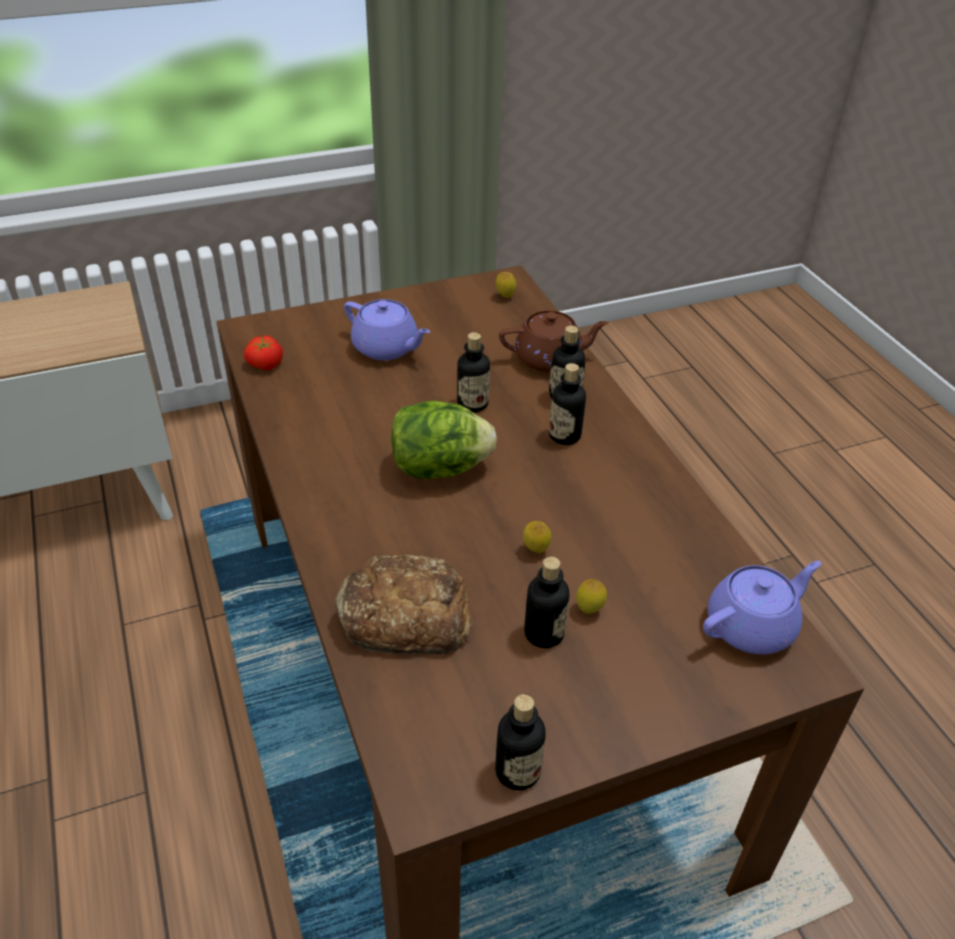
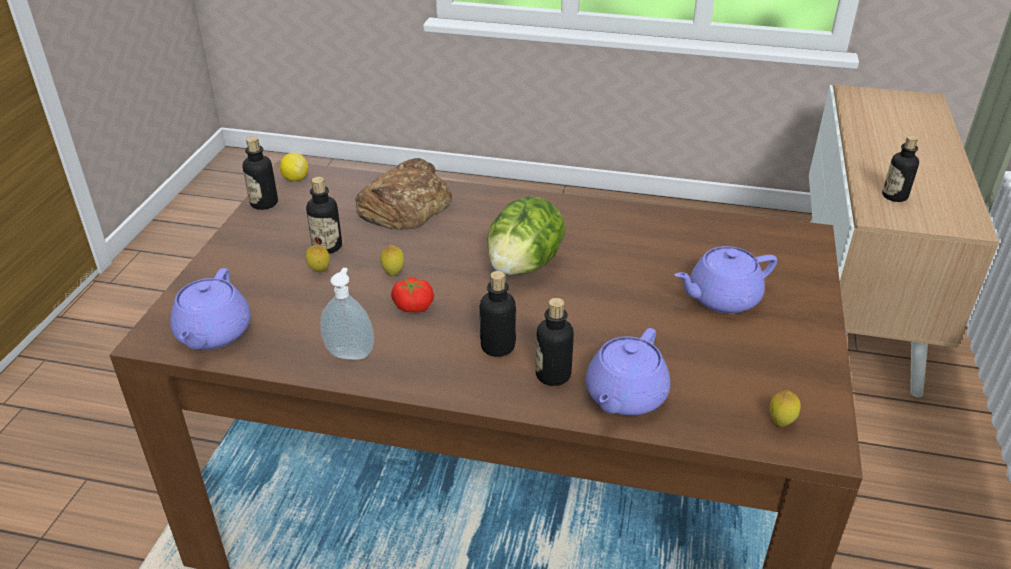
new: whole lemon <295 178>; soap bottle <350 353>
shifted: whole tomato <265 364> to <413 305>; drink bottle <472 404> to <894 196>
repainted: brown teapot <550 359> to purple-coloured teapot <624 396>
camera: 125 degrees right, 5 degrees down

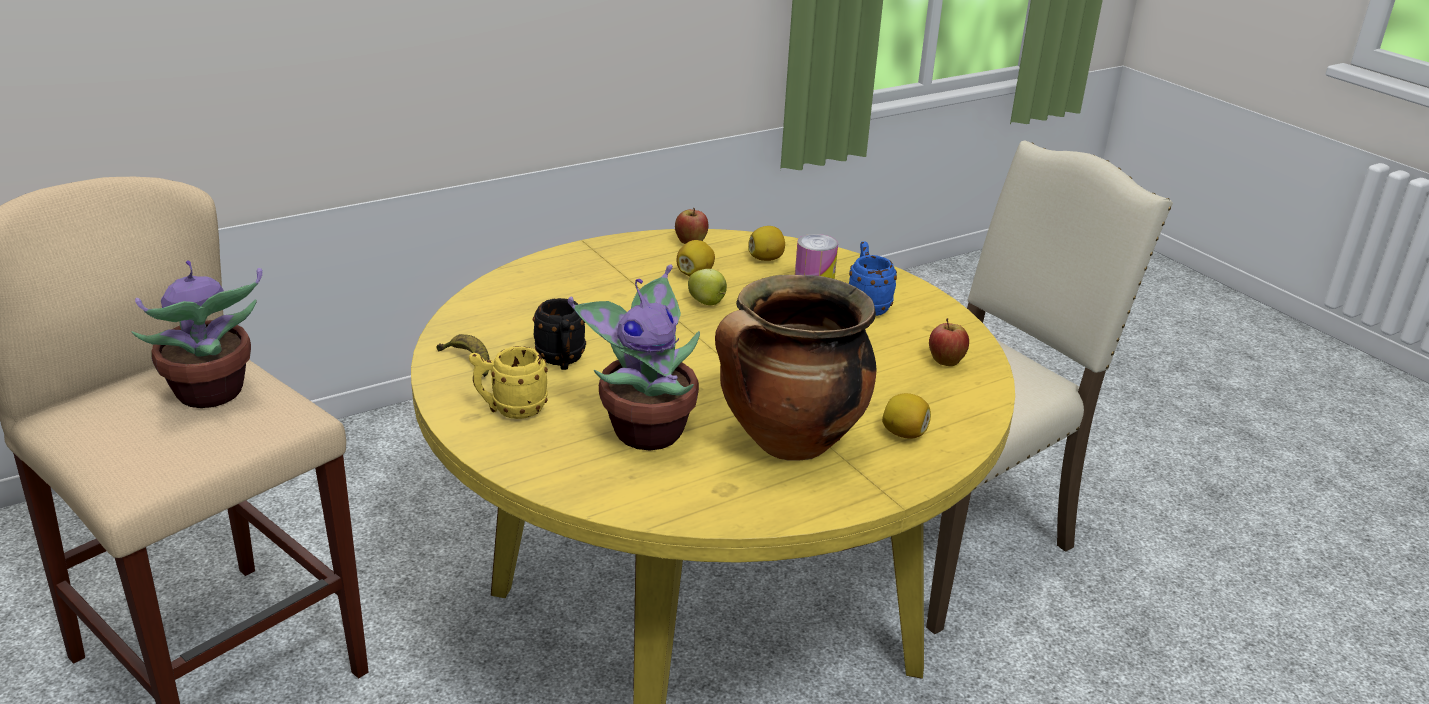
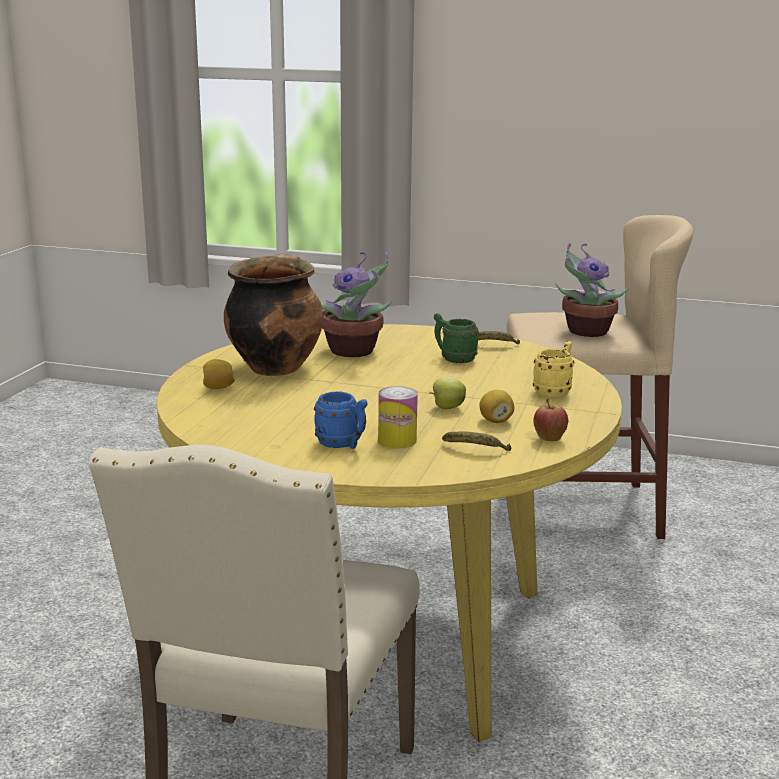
gone: apple <945 363>
shifted: yellow-coloured mug <510 409> to <555 392>
swapped: whole lemon <766 258> to banana fruit <475 450>
repainted: black mug <562 361> to greenish mug <453 359>
camera: 140 degrees right, 10 degrees down

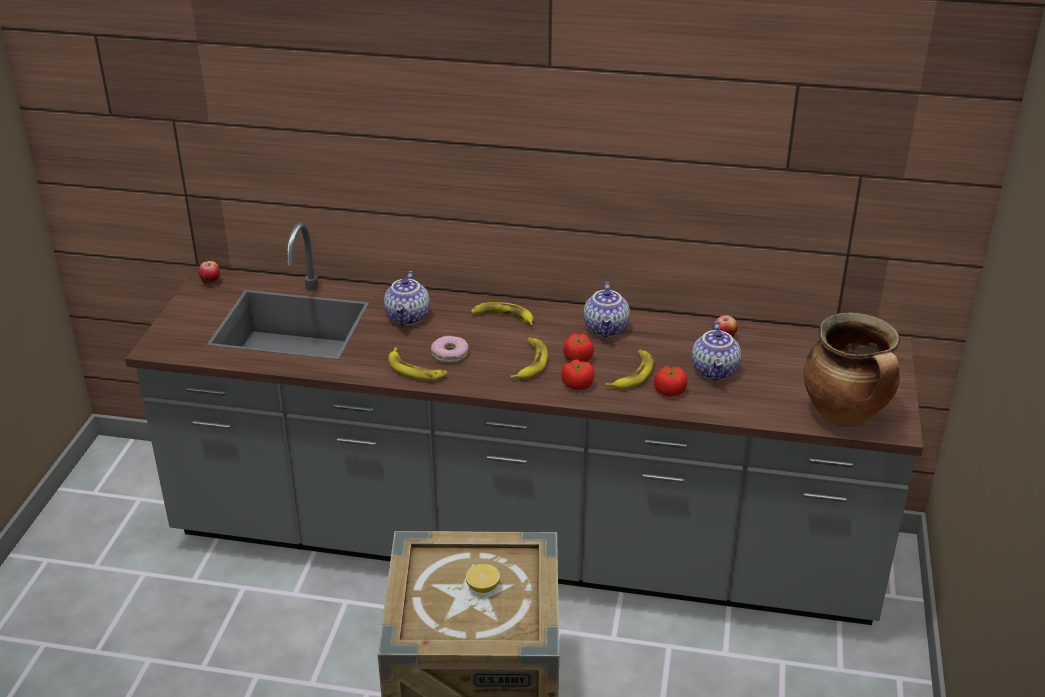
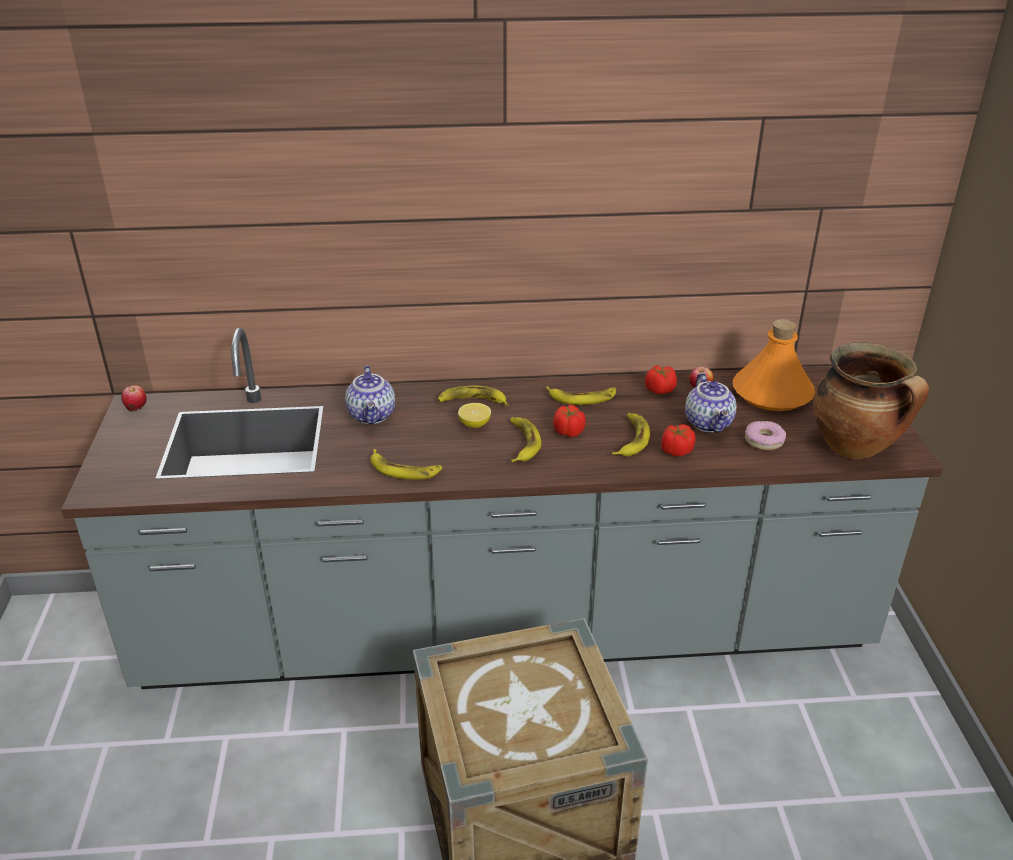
new: orange drink bottle <771 394>
shifted: whole lemon <483 587> to <474 424>; whole tomato <577 385> to <659 390>; ring doughnut <450 354> to <764 440>
swapped: teapot <607 329> to banana fruit <582 398>
camera: 15 degrees left, 0 degrees up

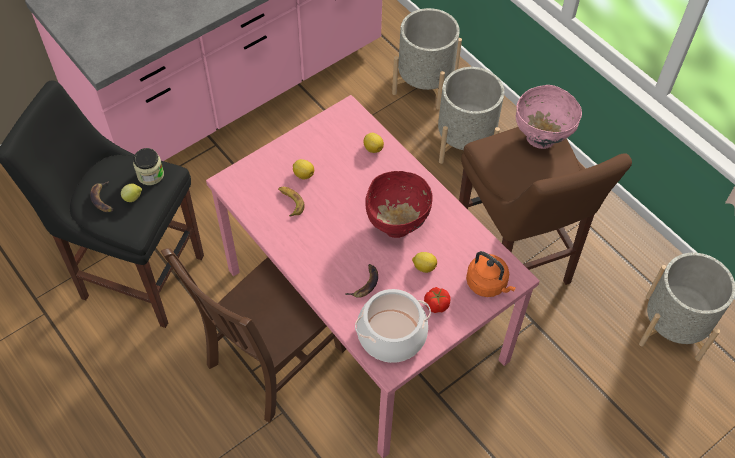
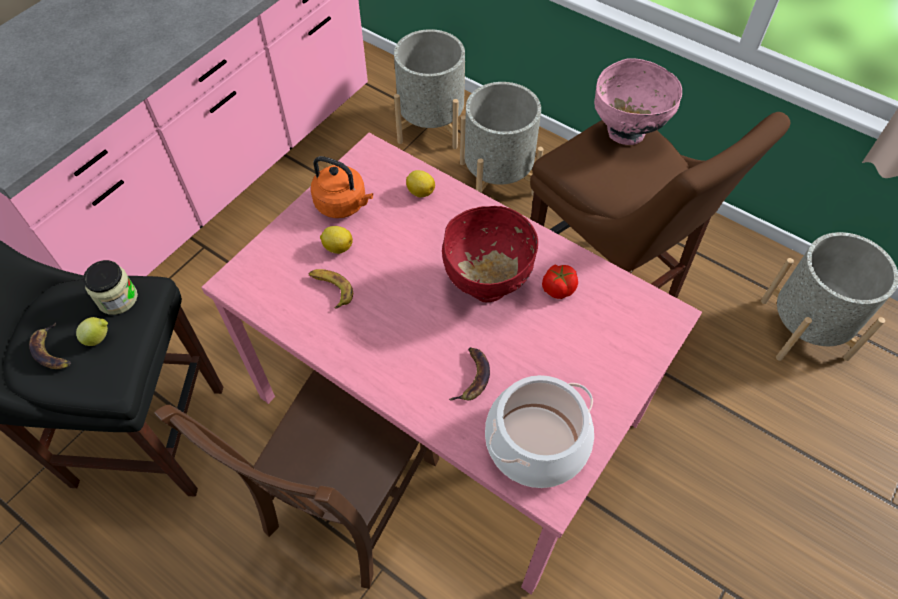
gone: whole lemon <424 266>
shifted: orange tea kettle <488 284> to <343 204>; whole tomato <436 304> to <558 289>
camera: 15 degrees left, 0 degrees up

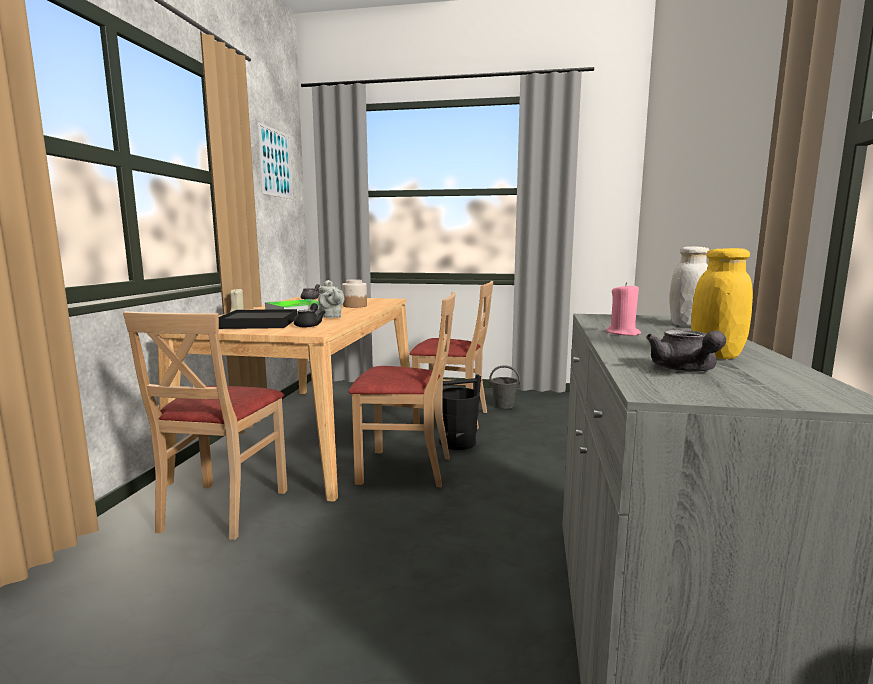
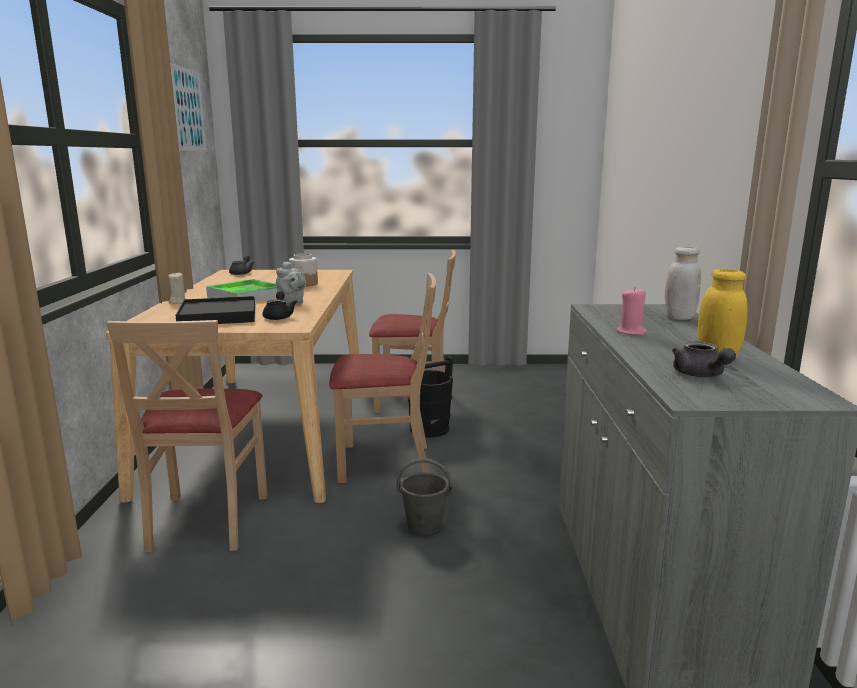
shifted: gray pail <504 405> to <425 525>
camera: 10 degrees left, 5 degrees up

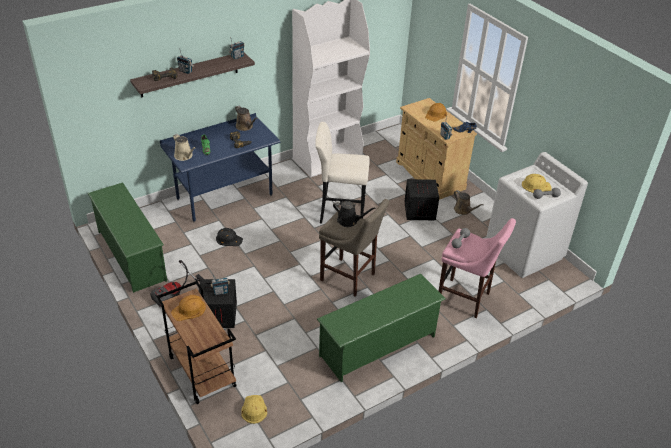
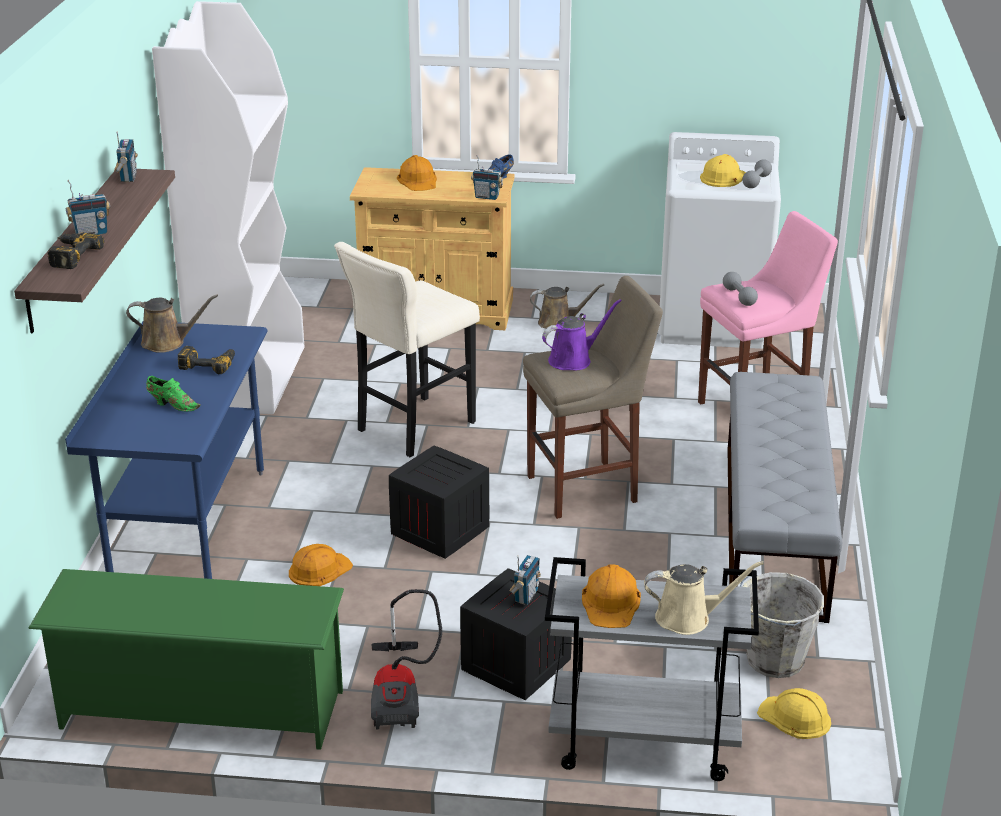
new: gray pail <772 660>
shifted: crate <419 210> to <438 531>; beige-coloured sprinkling can <184 156> to <688 618>
swapped: greenish shoe stand <378 346> to gray long seat <774 530>
repainted: black work helmet <228 239> to orange work helmet <319 569>; black sprinkling can <349 221> to purple-coloured sprinkling can <573 360>; brown wheeled cart <201 371> to gray wheeled cart <642 743>
camera: 50 degrees left, 10 degrees down

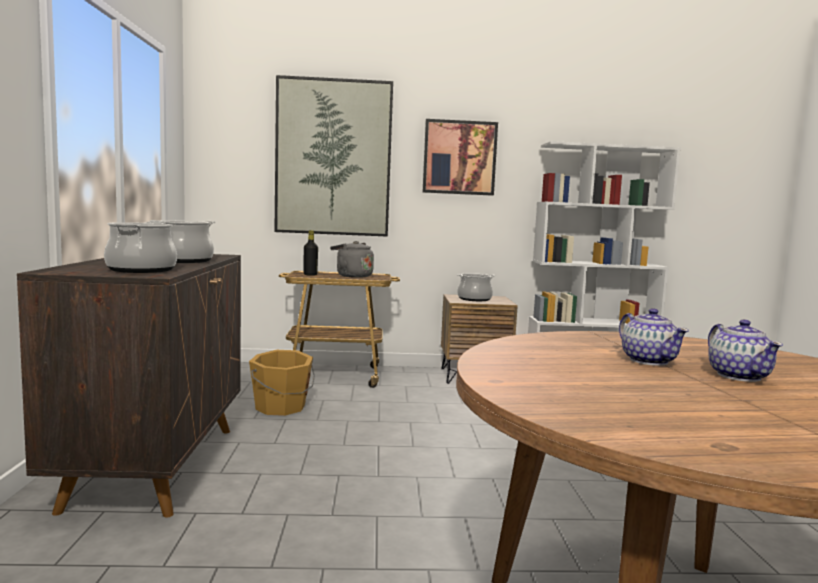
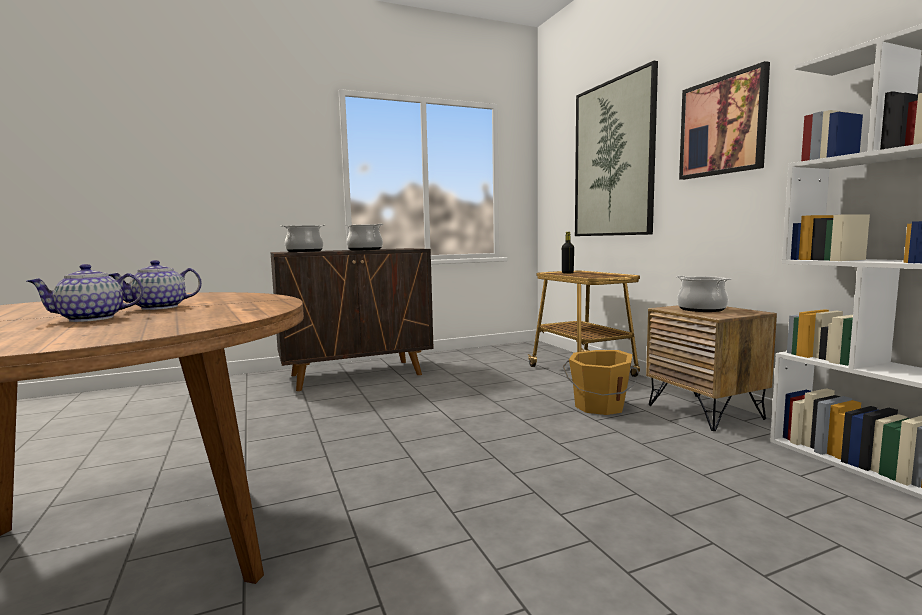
gone: gray tea kettle <352 276>
shifted: orange pail <281 407> to <599 406>
camera: 70 degrees right, 0 degrees up

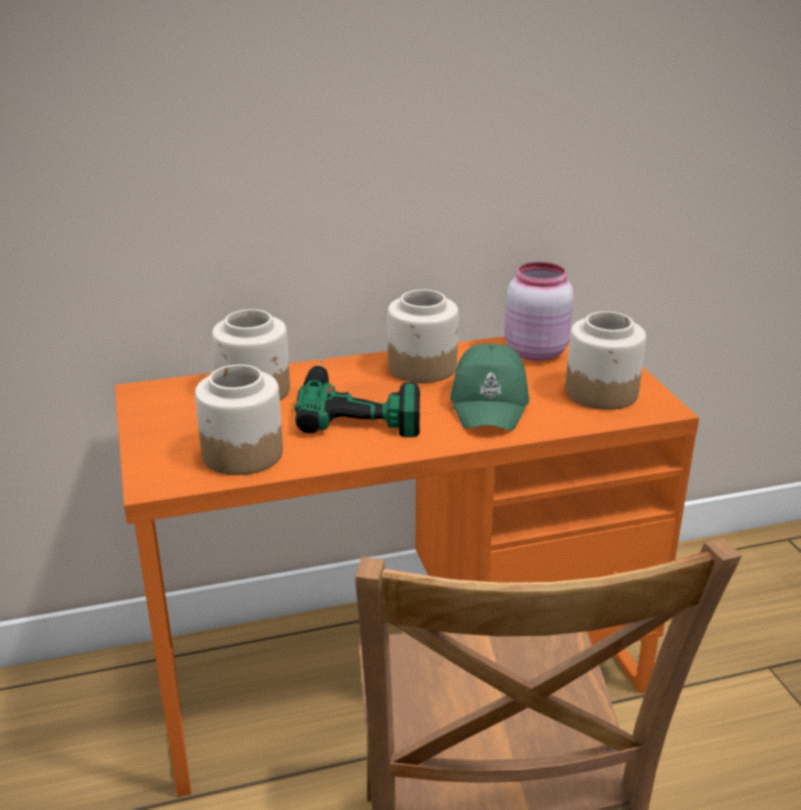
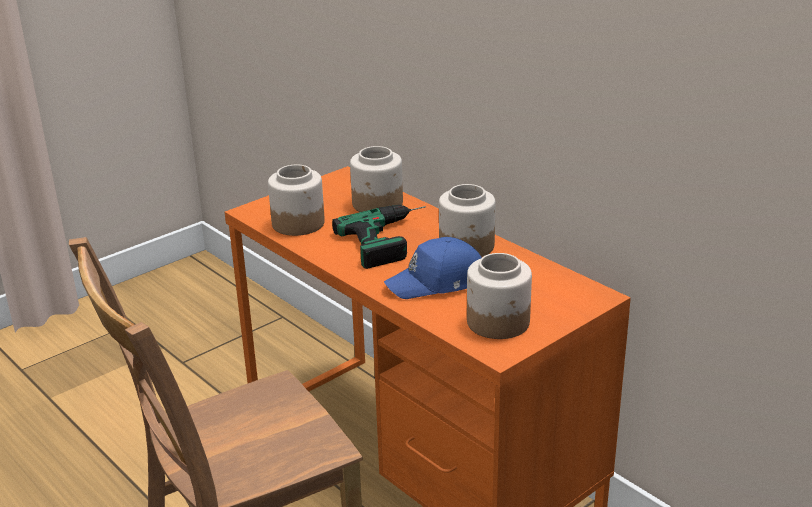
gone: pink jar <534 351>
repainted: greenish baseball cap <490 402> to blue-coloured baseball cap <437 282>
camera: 65 degrees right, 0 degrees up

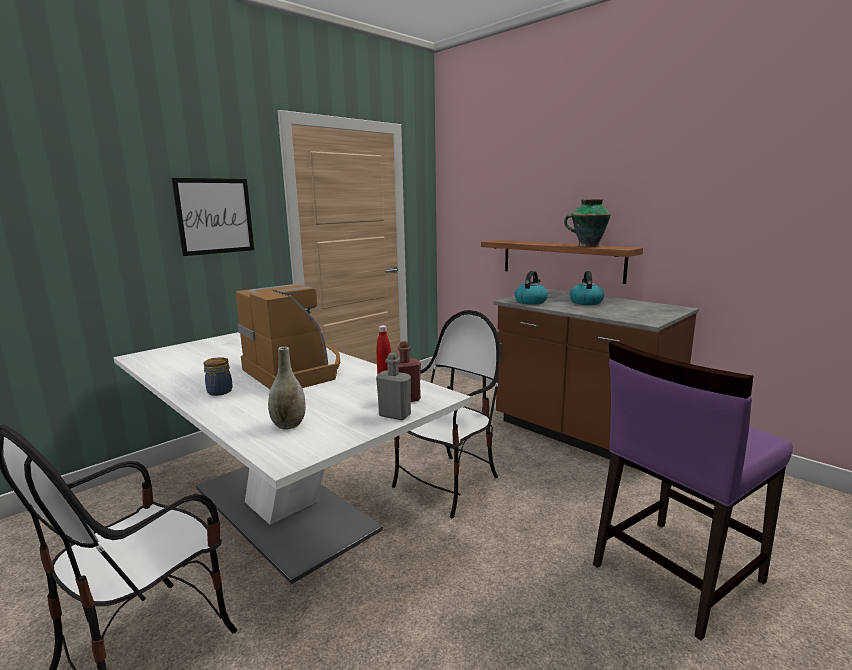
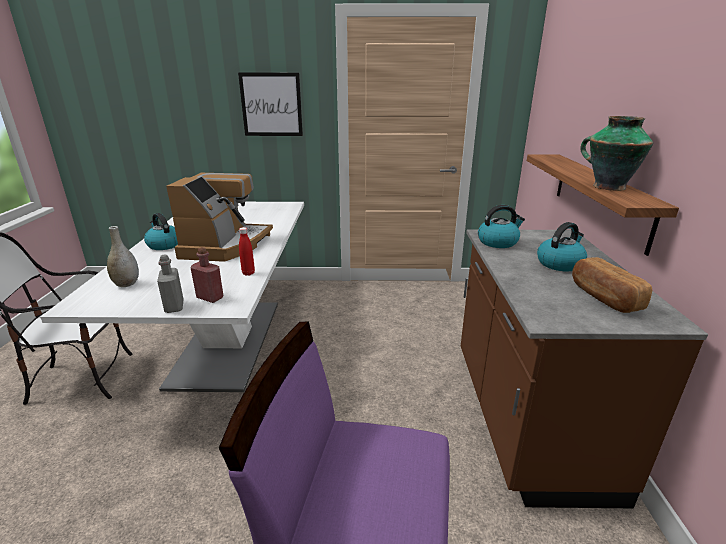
gone: chair <447 484>
new: bakery bread <603 297>
swapped: jar <219 392> to tea kettle <164 245>
camera: 45 degrees right, 10 degrees up

